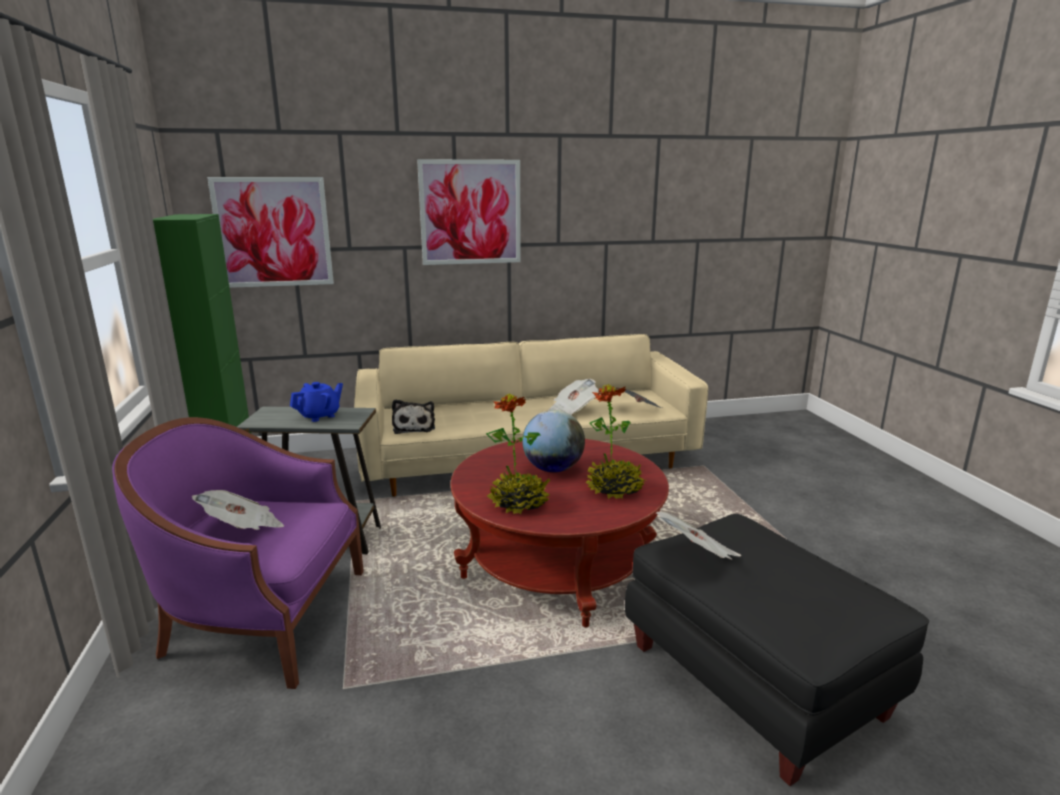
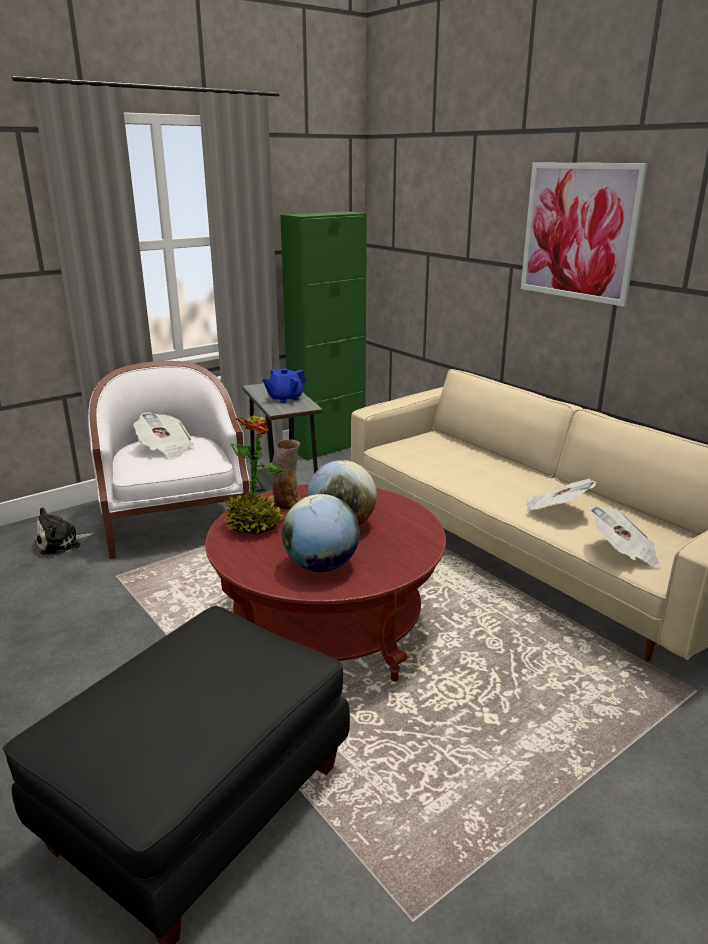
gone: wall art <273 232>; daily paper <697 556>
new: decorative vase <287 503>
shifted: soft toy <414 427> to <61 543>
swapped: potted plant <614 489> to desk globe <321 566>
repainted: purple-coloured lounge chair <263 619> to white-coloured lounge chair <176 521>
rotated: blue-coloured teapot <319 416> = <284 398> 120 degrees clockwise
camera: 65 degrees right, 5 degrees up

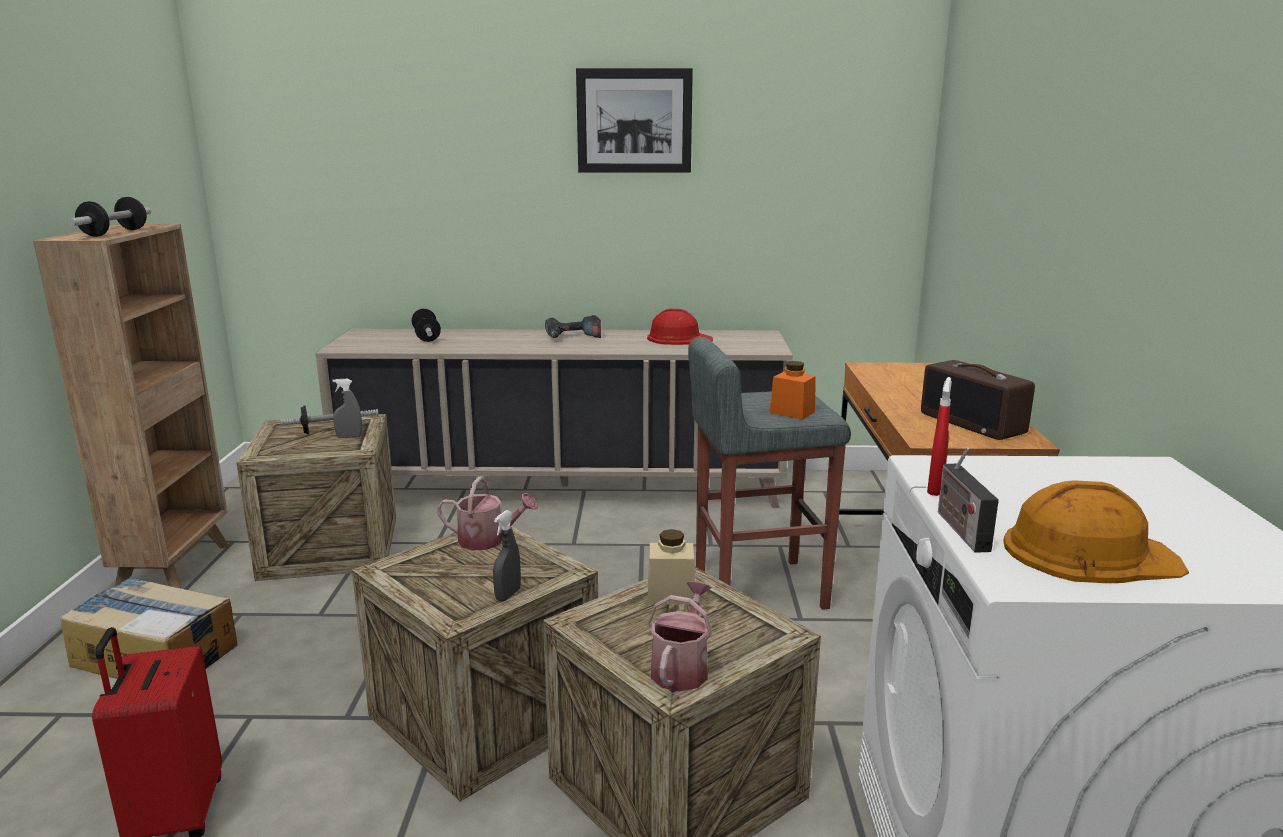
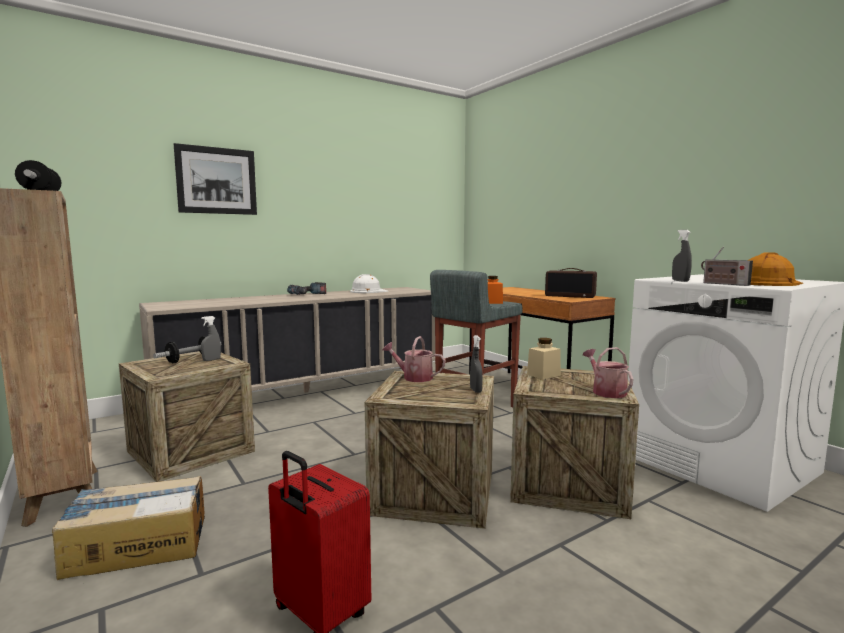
gone: hand weight <426 337>
shifted: wall art <634 121> to <217 181>
repainted: red-coloured work helmet <679 338> to white-coloured work helmet <368 291>; red-coloured sprayer <935 488> to gray sprayer <680 281>
rotated: sprinkling can <488 540> = <413 377> 135 degrees counterclockwise
camera: 35 degrees left, 10 degrees down

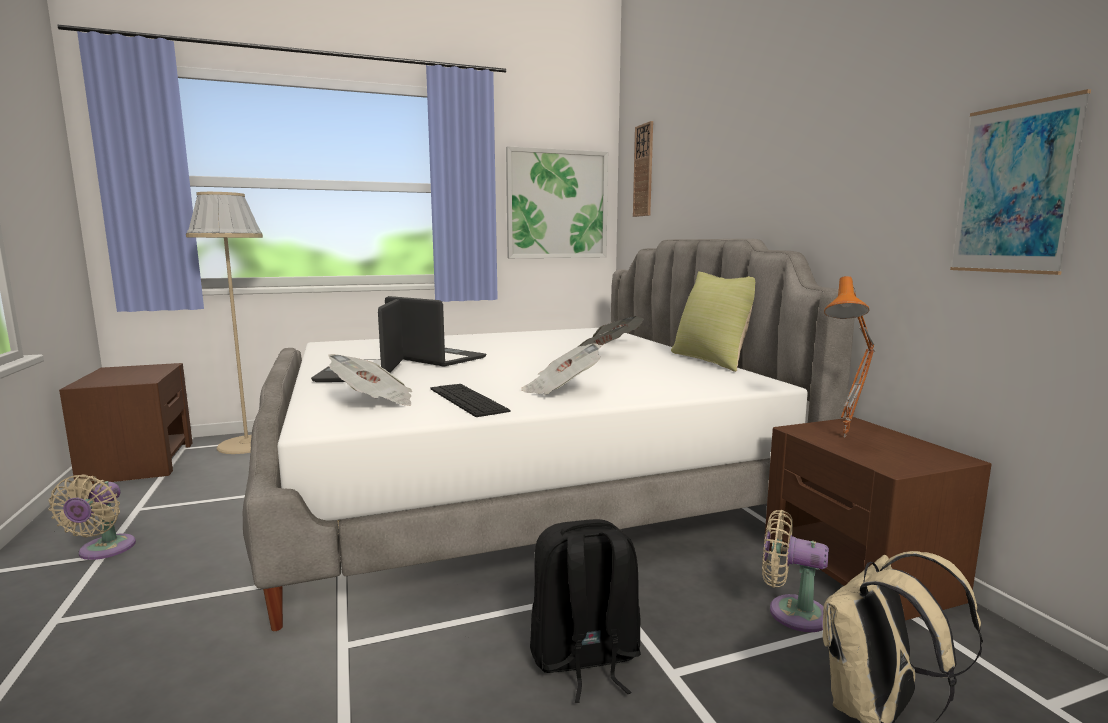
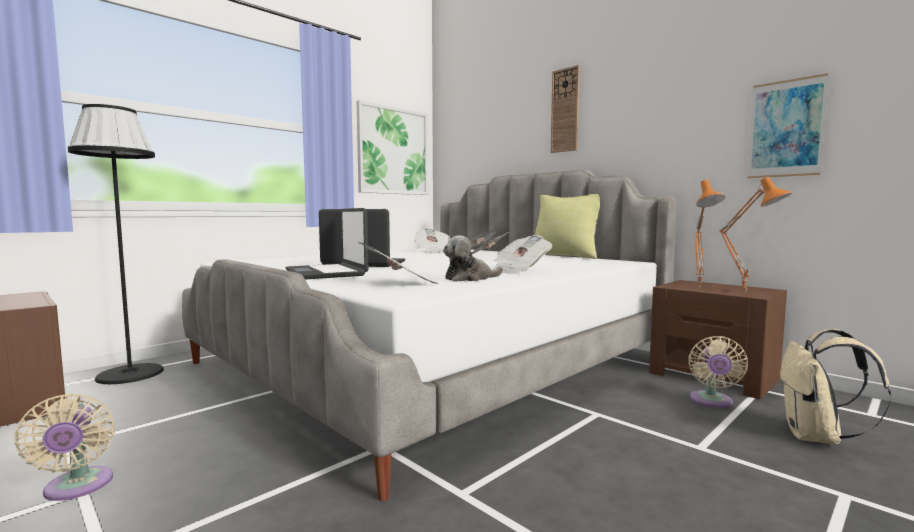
gone: black rucksack <584 659>
new: daily paper <433 251>; orange lamp for a table <746 292>
shifted: hanging clock <643 170> to <565 110>
swapped: PC keyboard <467 399> to soft toy <470 278>
repainted: beige-coloured standing lamp <247 444> to black standing lamp <130 374>
rotated: beige-coloured cooling fan <791 612> = <712 402> 75 degrees counterclockwise
camera: 25 degrees left, 5 degrees down

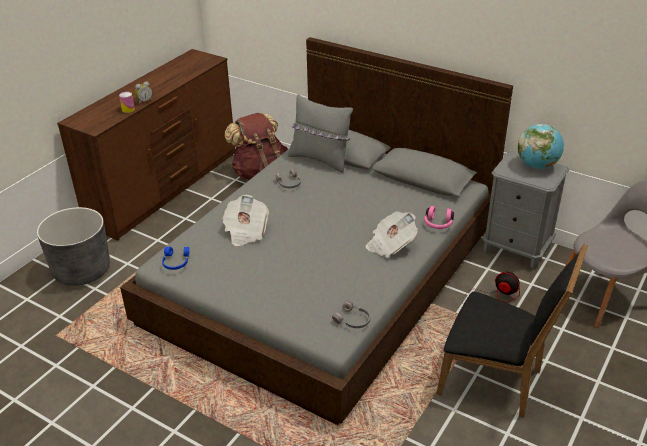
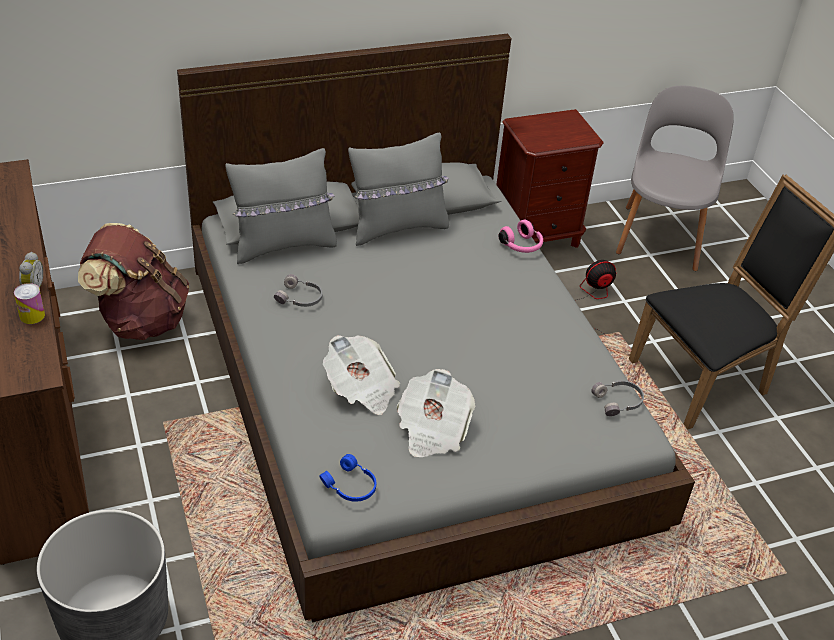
gone: desk globe <537 165>
new: gray cushion <397 228>
shifted: daily paper <390 245> to <432 430>
repainted: gray bedside table <516 249> to brown bedside table <536 236>
camera: 55 degrees left, 5 degrees up

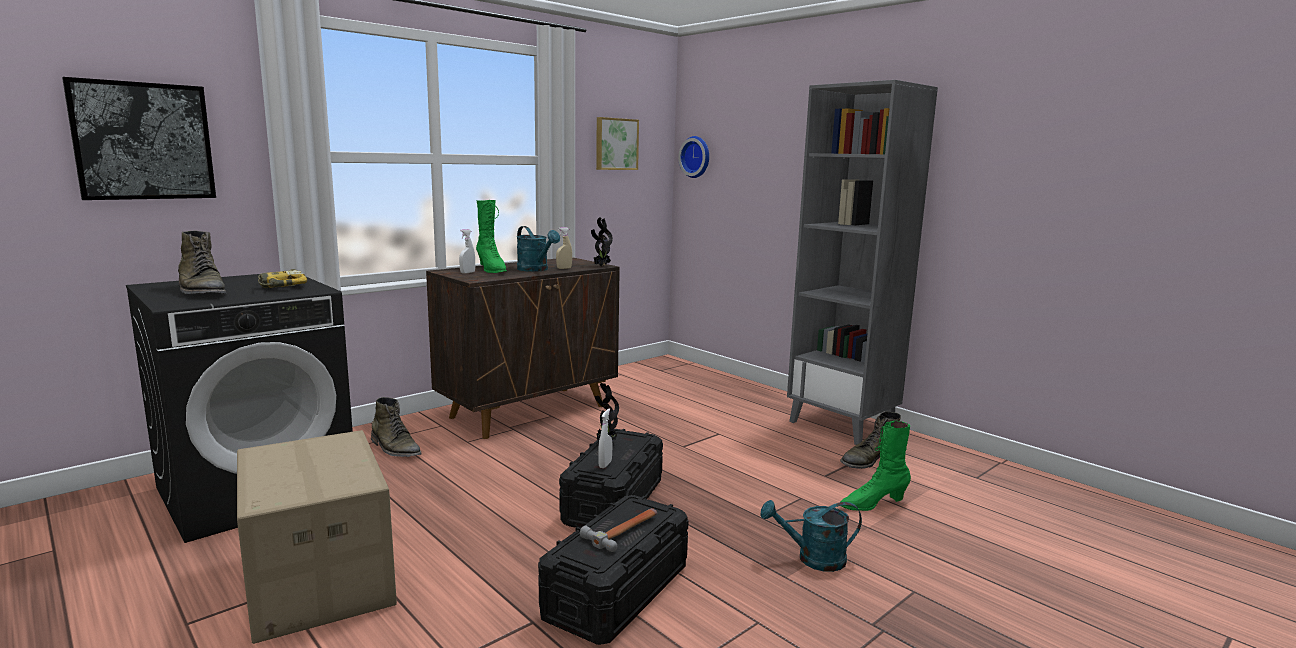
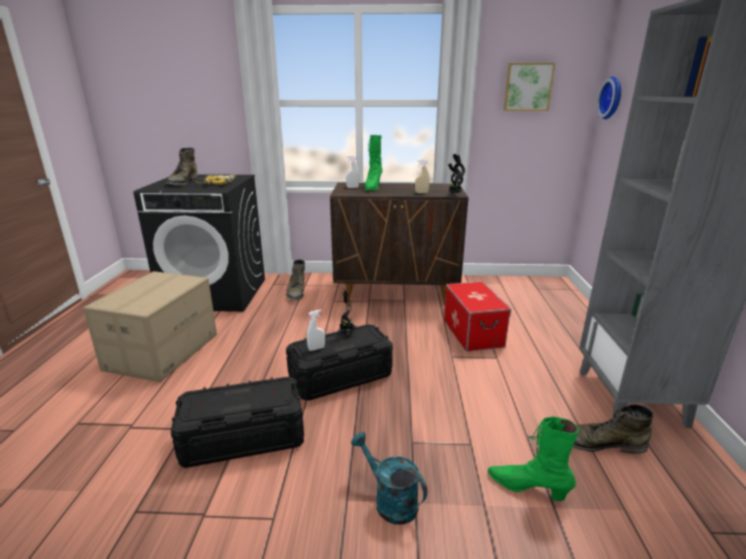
gone: wall art <143 141>; blue-green sprinkling can <536 270>; hand hammer <625 531>
new: storage box <472 333>
camera: 45 degrees right, 10 degrees up

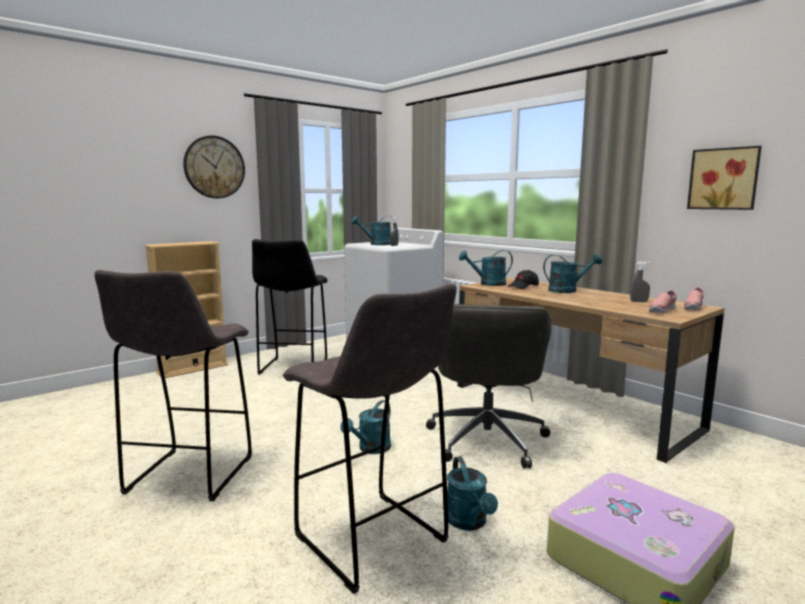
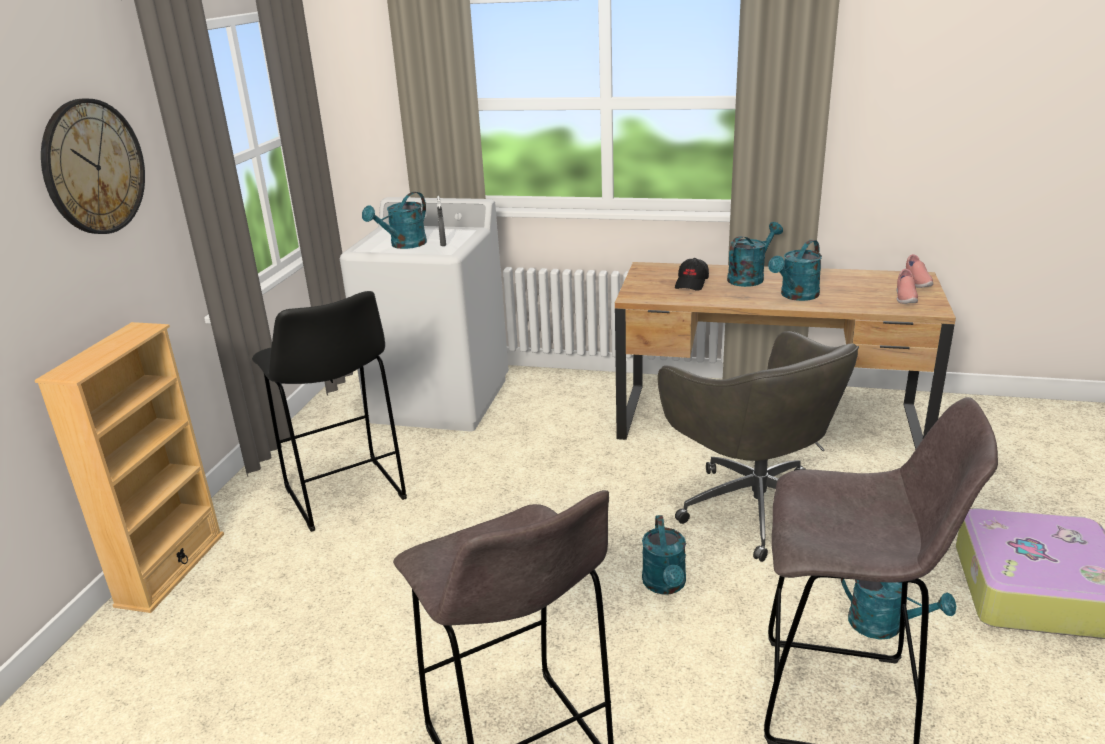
gone: gray sprayer <639 301>; wall art <724 179>
shifted: blue-green sprinkling can <488 284> to <796 296>
camera: 35 degrees left, 15 degrees up

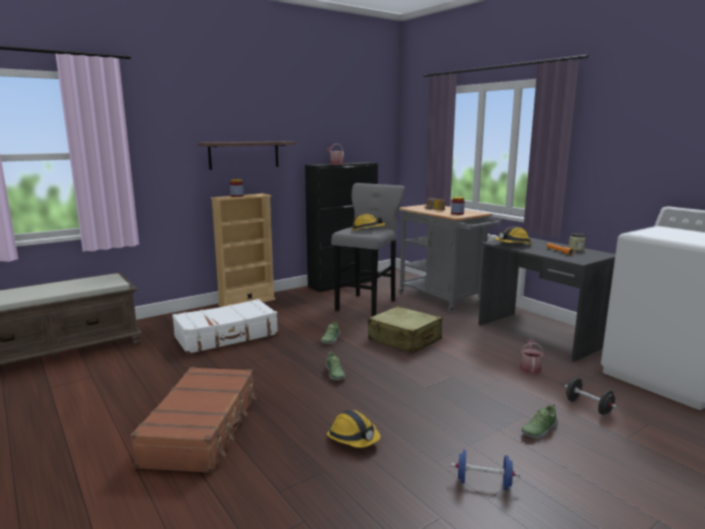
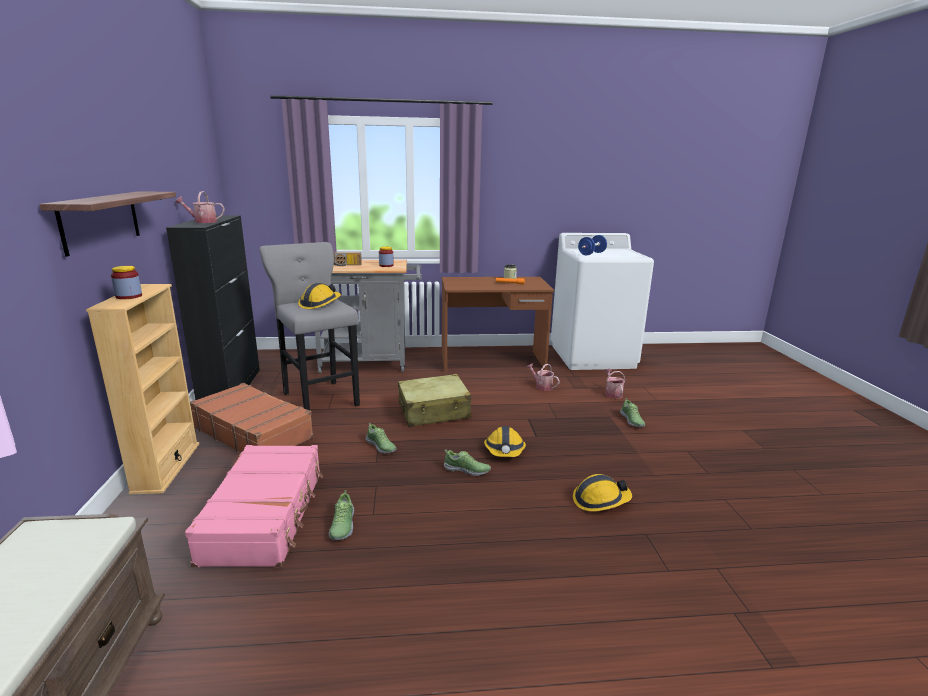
new: item of footwear <342 526>
shifted: brown travel case <202 429> to <253 432>; work helmet <512 244> to <504 450>; blue-coloured hand weight <483 483> to <591 254>
swapped: black hand weight <588 407> to sprinkling can <612 393>
repainted: white-coloured travel case <227 336> to pink travel case <266 515>; gray desk <539 335> to brown desk <492 362>
camera: 60 degrees left, 5 degrees up

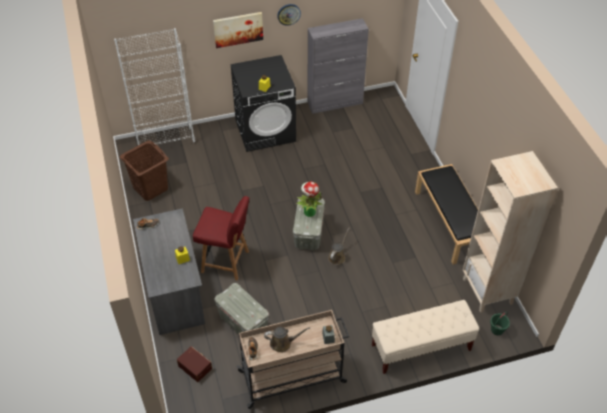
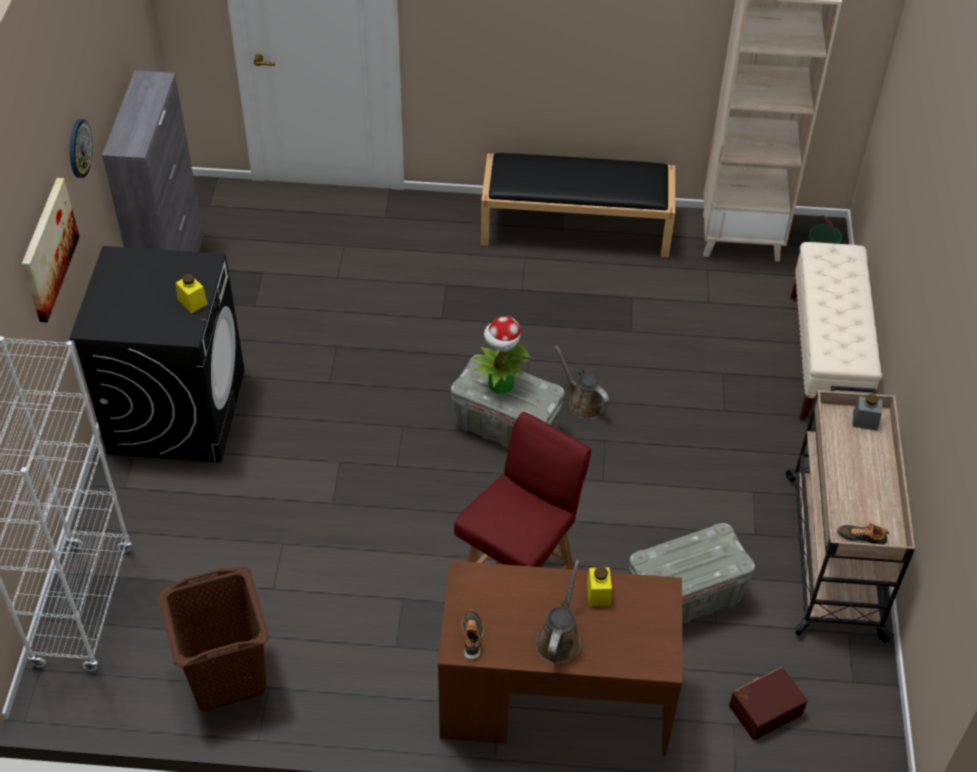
shifted: brown sprinkling can <283 343> to <559 639>
repainted: gray desk <173 290> to brown desk <554 700>
camera: 70 degrees left, 0 degrees up

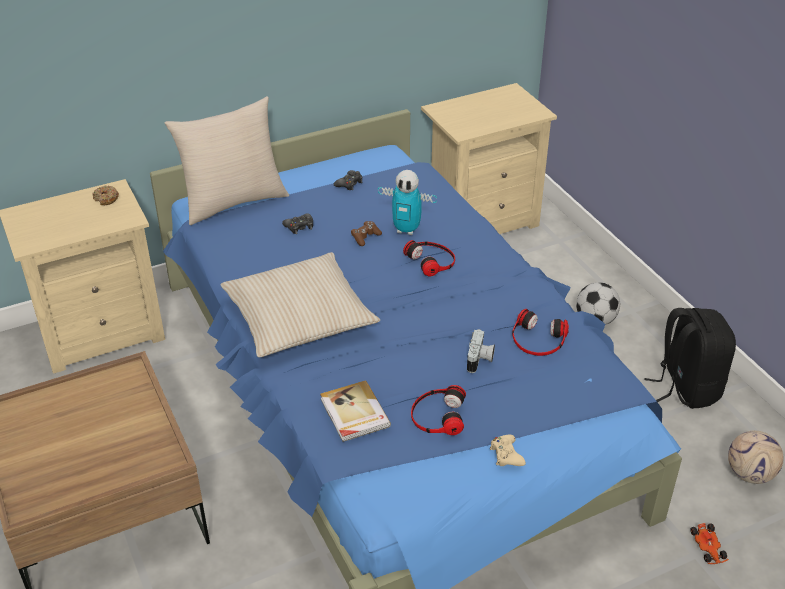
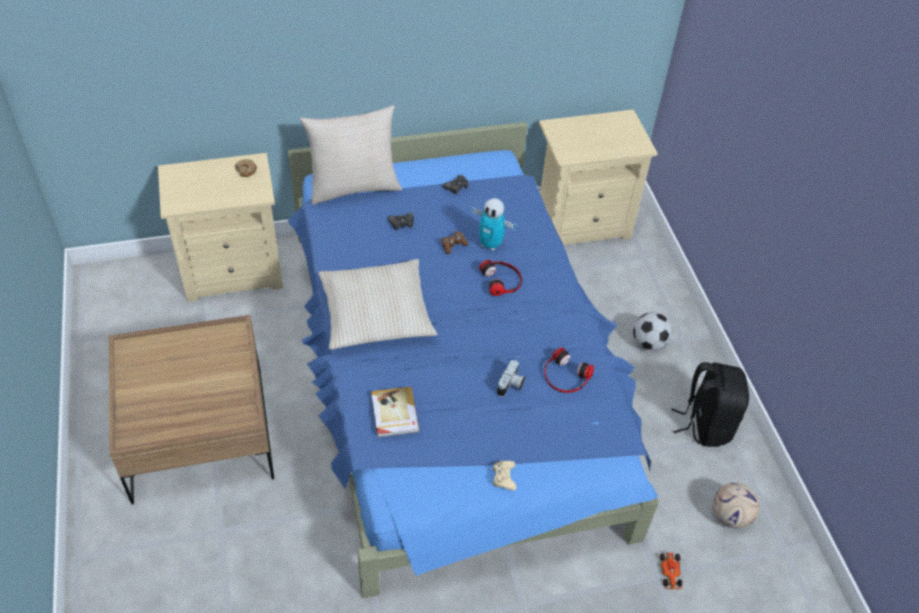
gone: pair of headphones <437 415>
camera: 10 degrees right, 10 degrees up

